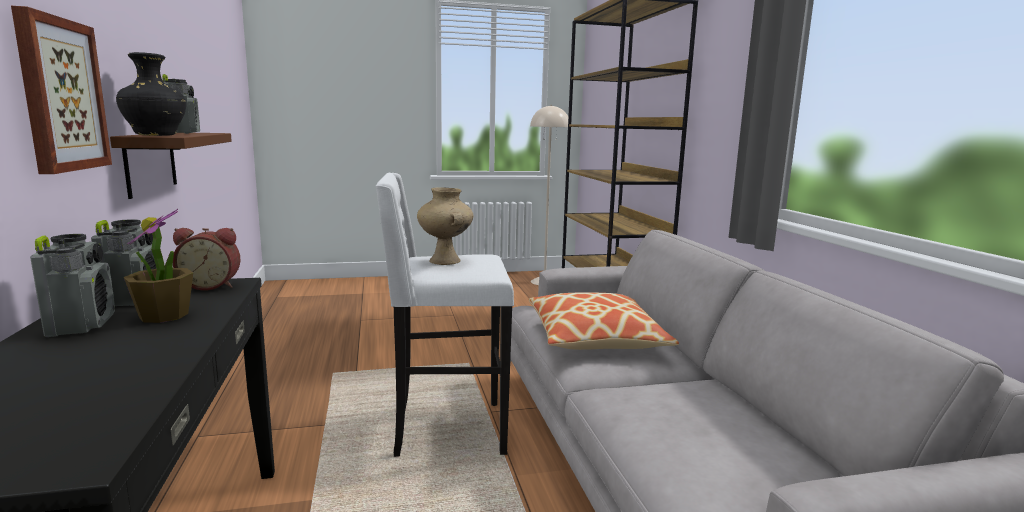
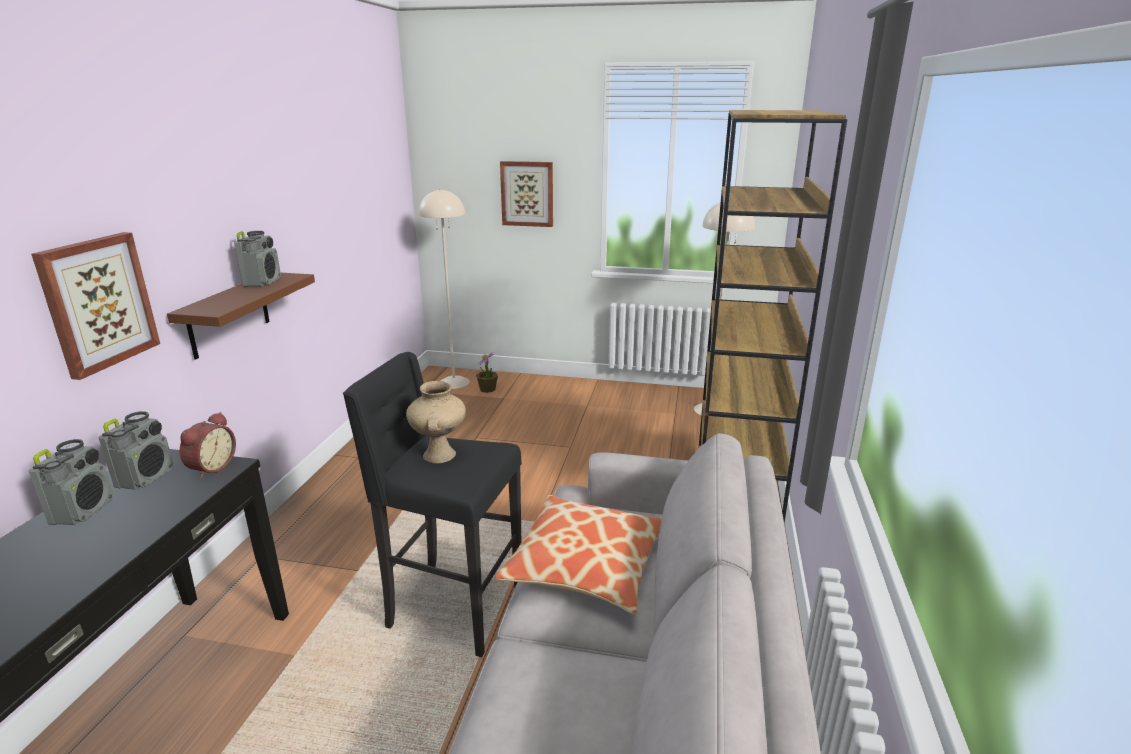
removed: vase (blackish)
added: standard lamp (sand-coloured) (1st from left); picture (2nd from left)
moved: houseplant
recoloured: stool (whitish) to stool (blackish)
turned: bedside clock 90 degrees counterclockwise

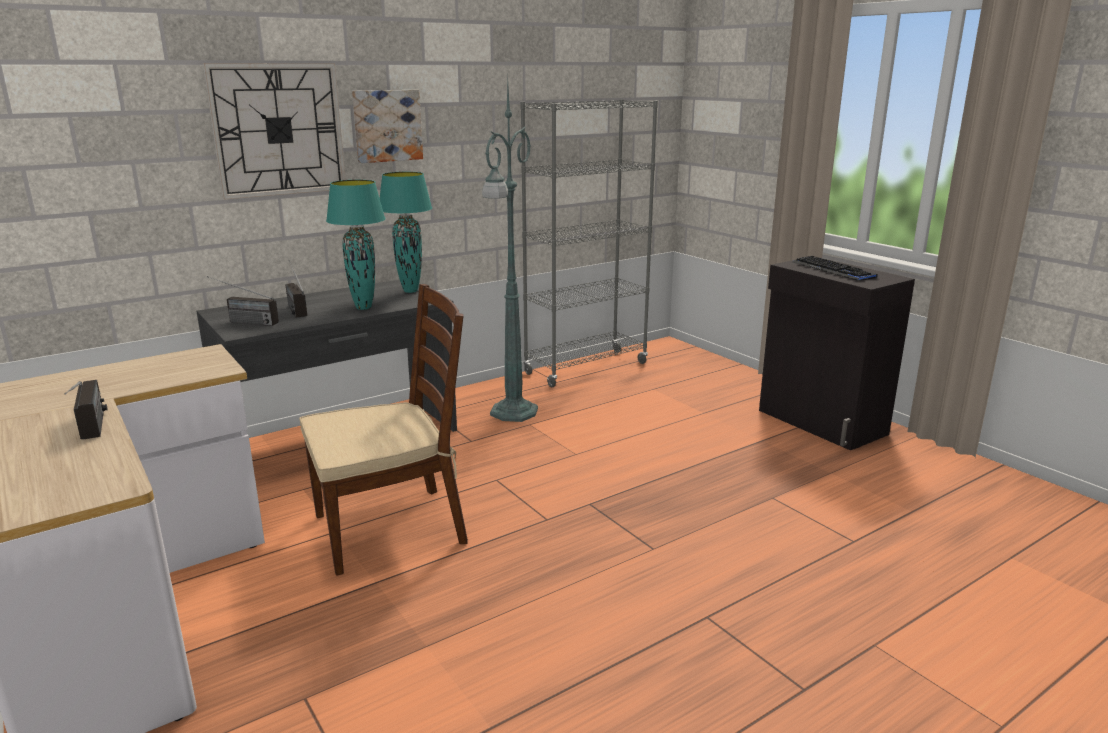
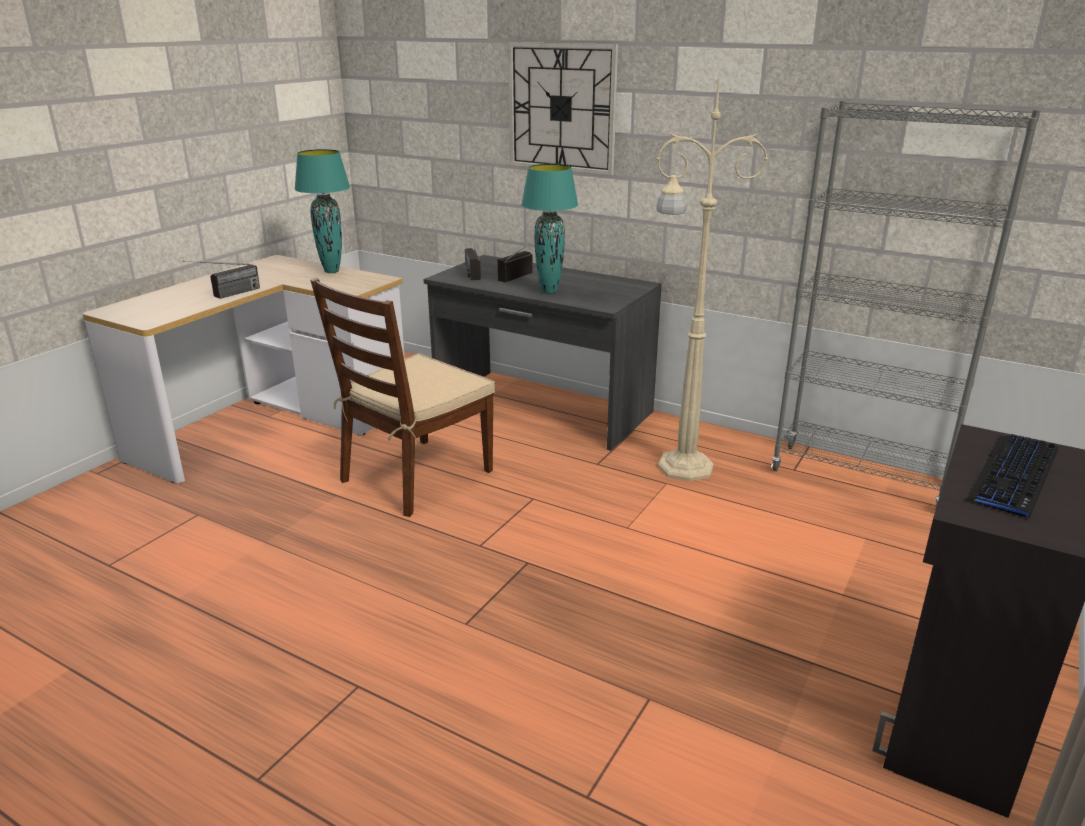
removed: picture
moved: table lamp (blue-green) (2nd from left in the first image) to table lamp (blue-green) (1st from left)
recoloured: standard lamp (green) to standard lamp (sand-coloured)
turned: plain chair (brown) 90 degrees clockwise

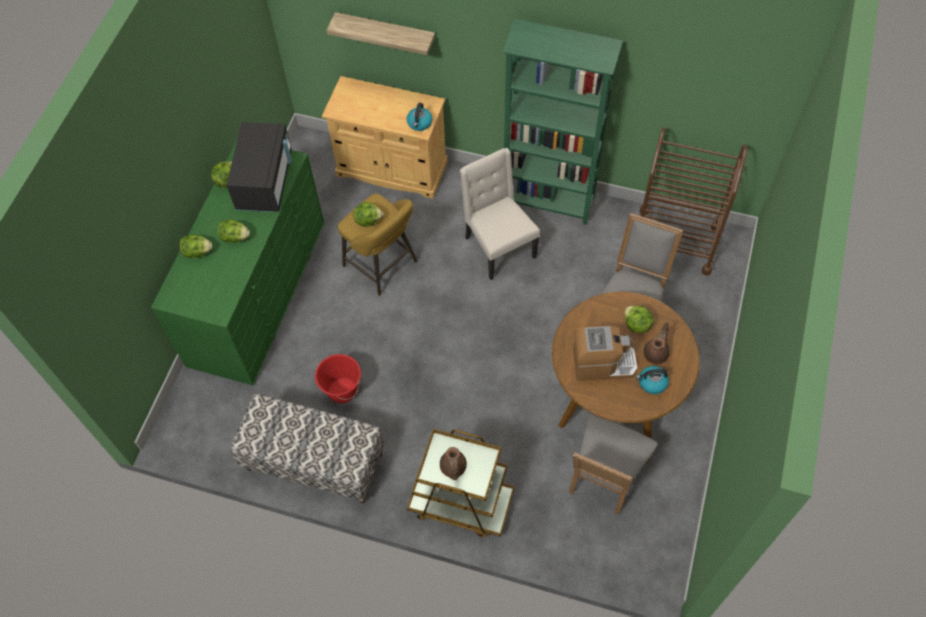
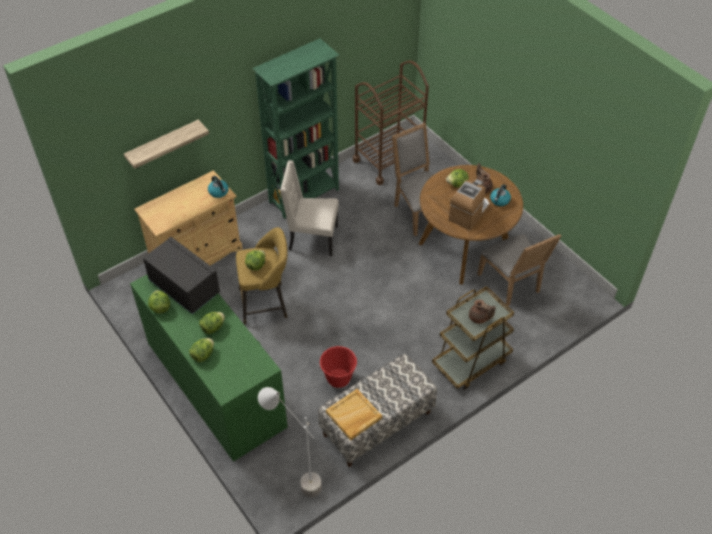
added: standard lamp (gray); tray (sand-coloured)

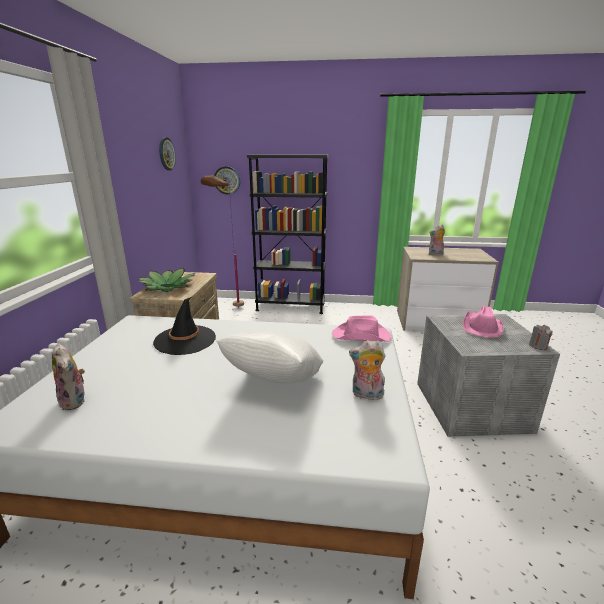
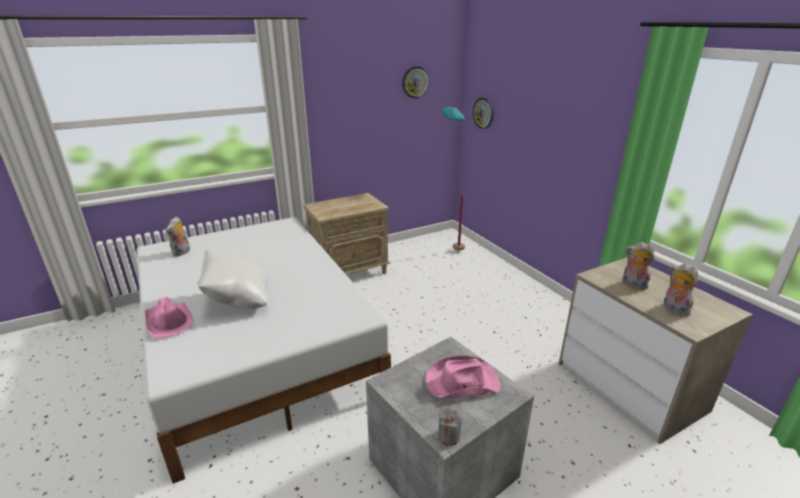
removed: houseplant; wearable hat (blackish); bookcase (blackish)
moved: wearable hat (pink) (1st from left); soft toy (2nd from left in the first image) to soft toy (3rd from left)
recoloured: standard lamp (brown) to standard lamp (blue-green)

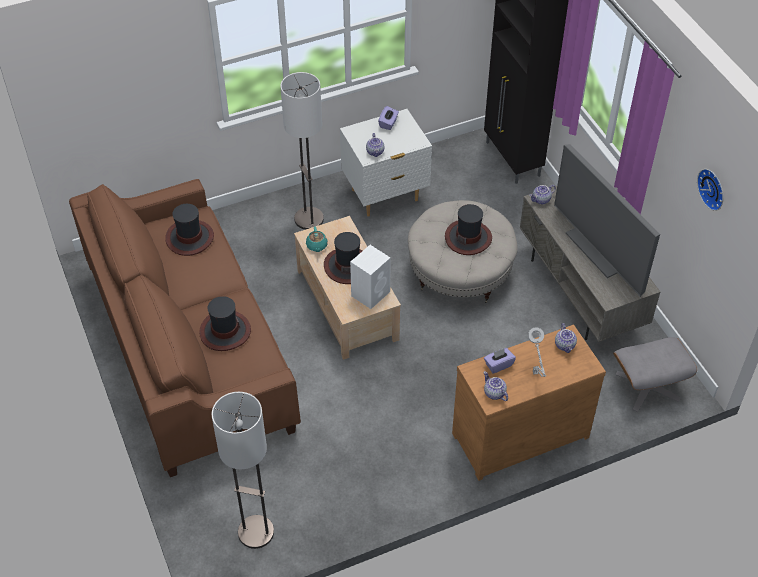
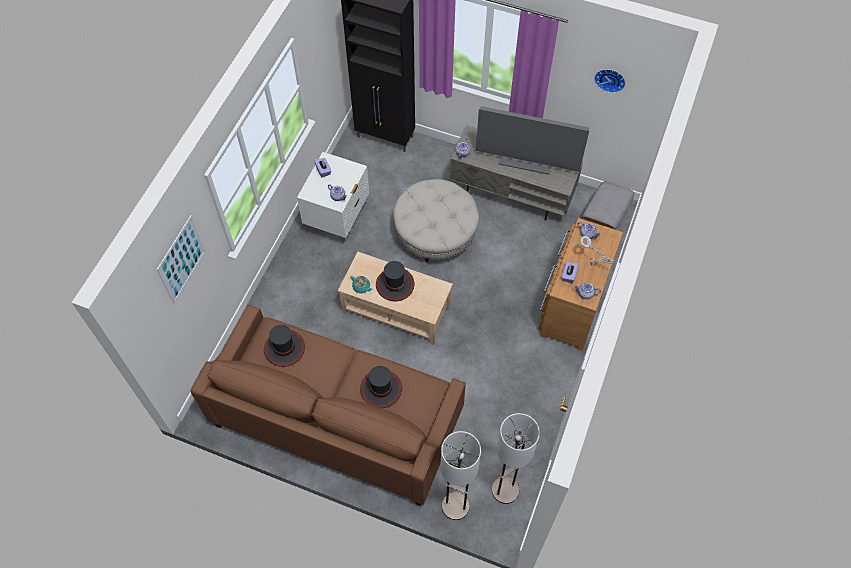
removed: speaker (whitish); wearable hat (4th from left)
added: picture
moved: standard lamp (2nd from left in the first image) to standard lamp (1st from left)

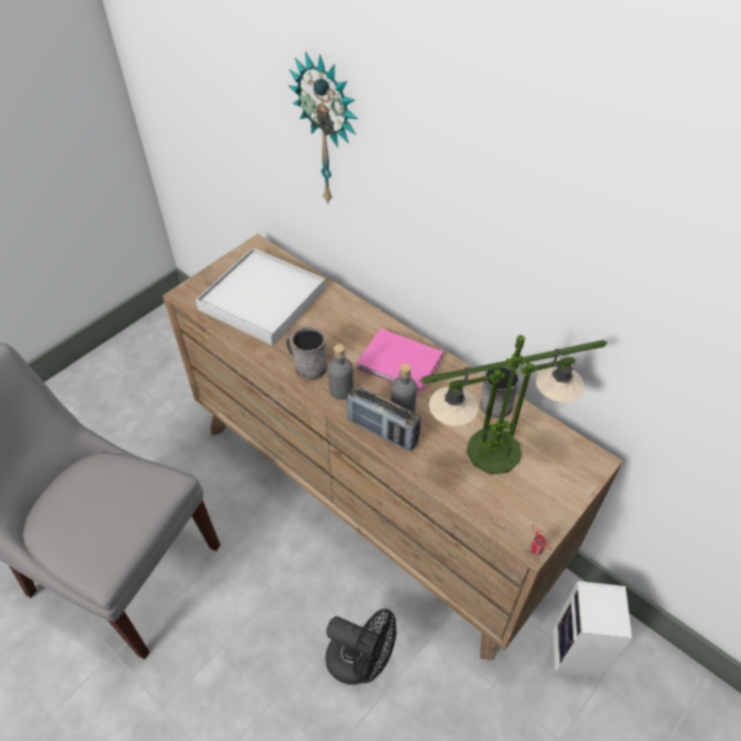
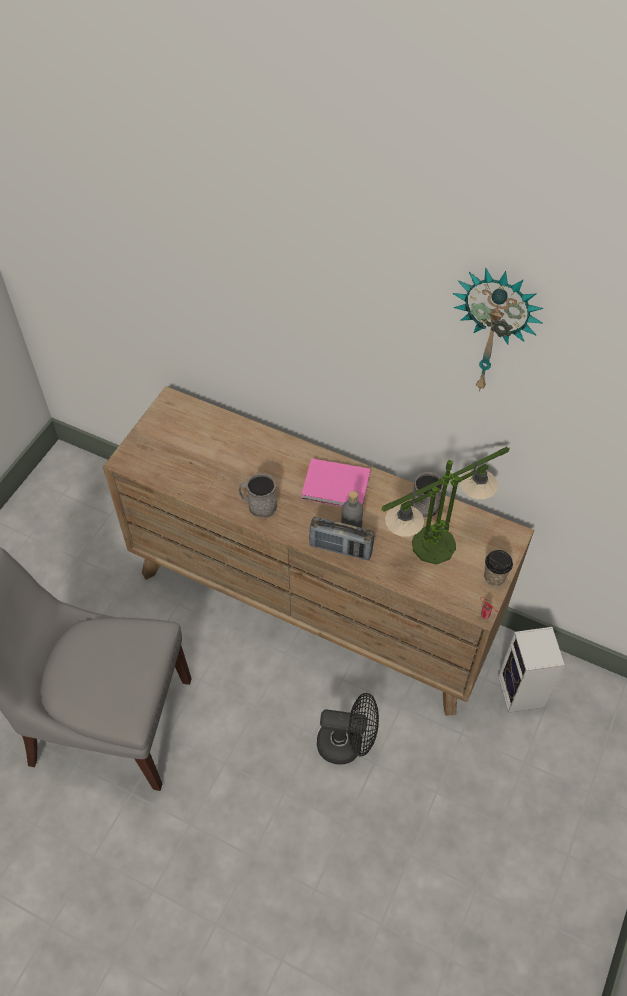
removed: tray (whitish); beverage bottle (gray) (1st from left)
added: drinking cup
moved: wall clock

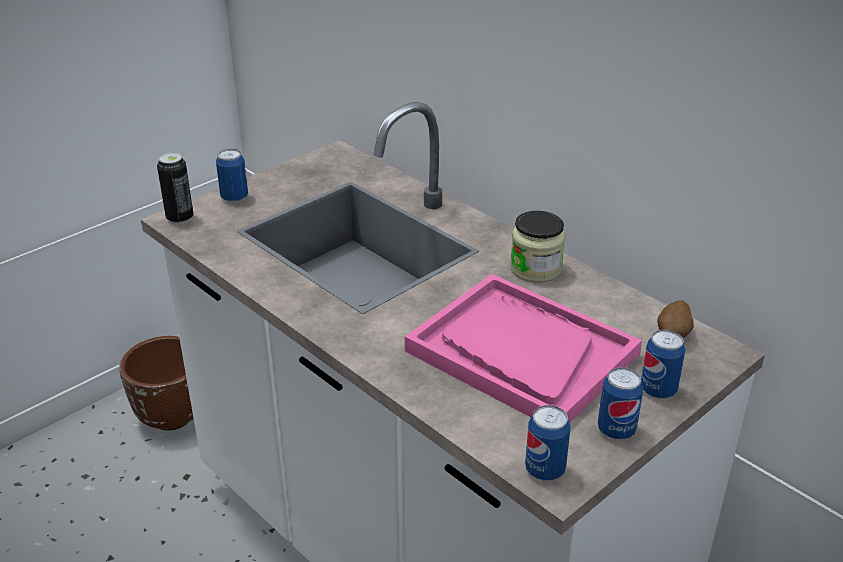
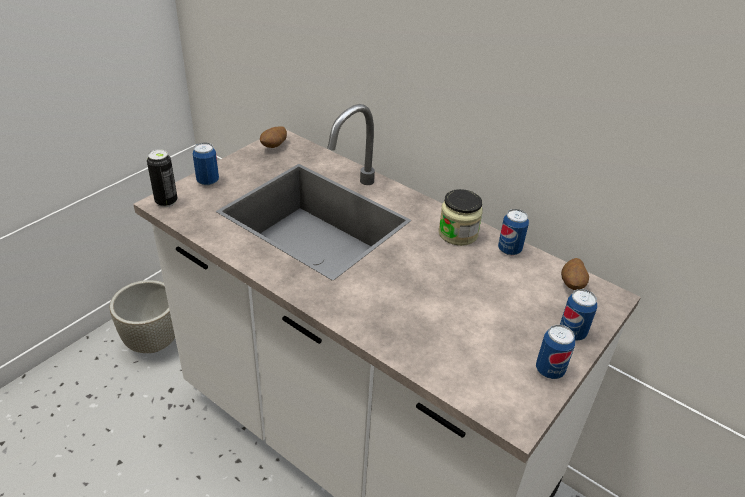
removed: tray (pink)
added: potato (1st from left)
moved: metal can (3rd from left)
recoloured: planter (brown) to planter (gray)

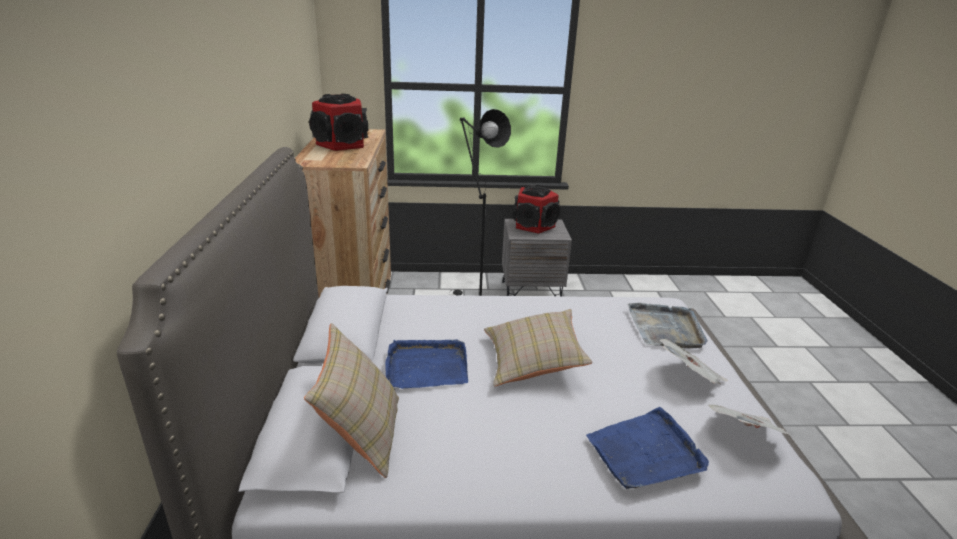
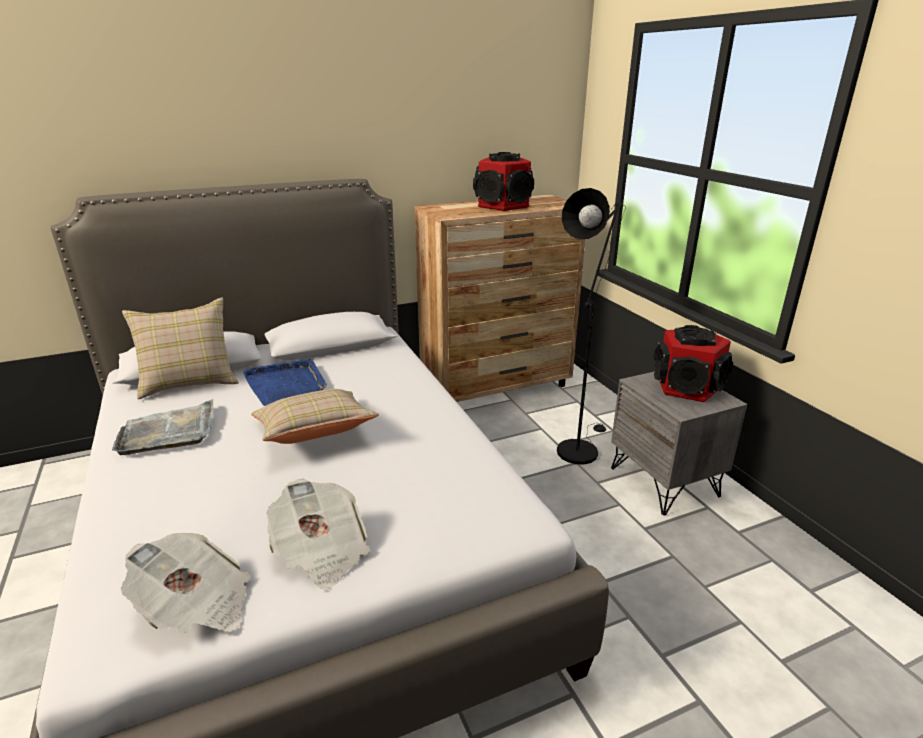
removed: tray (blue-coloured) (2nd from left)
moved: tray (gray)

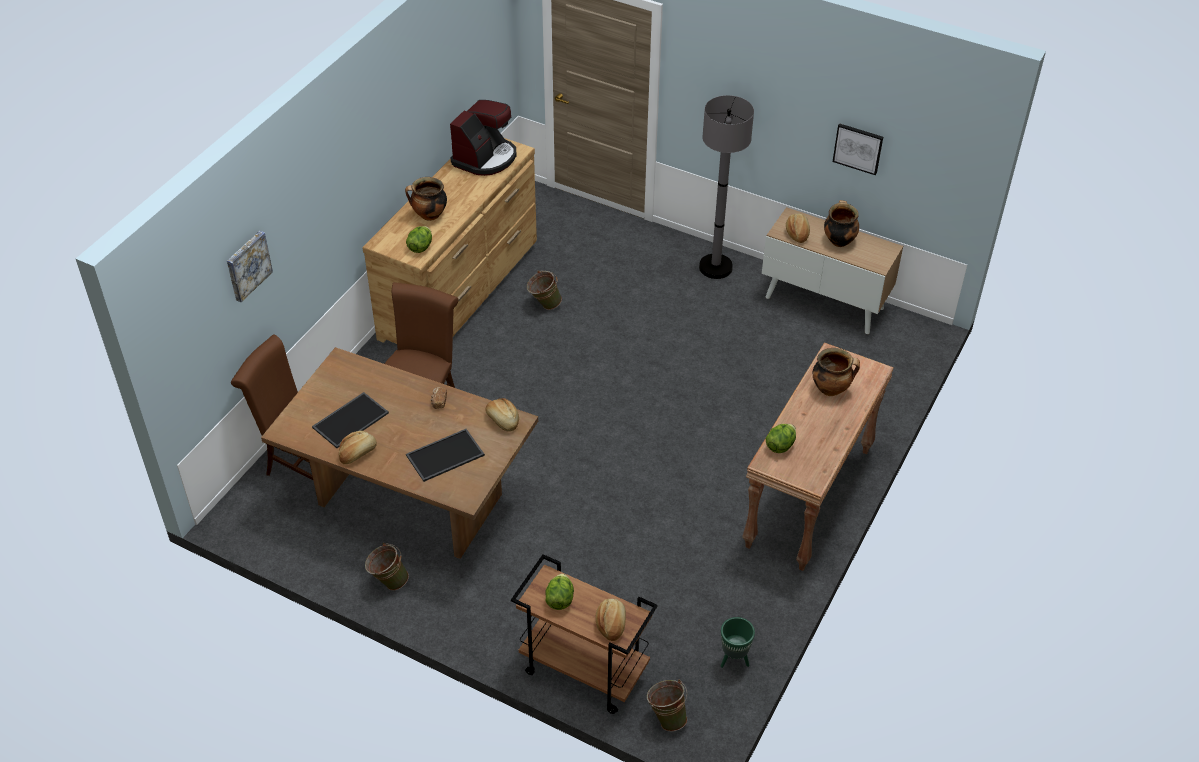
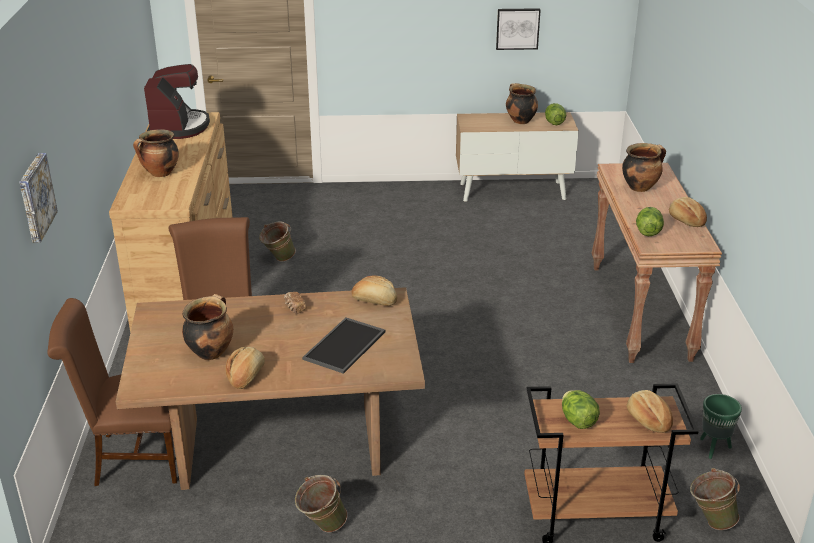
removed: standard lamp (gray)
moved: lettuce (1st from left); bakery bread (5th from left)
replaced: tray (1st from left) to cooking pot (2nd from left)

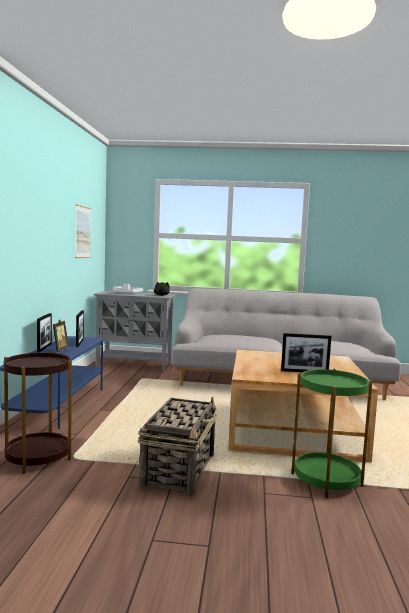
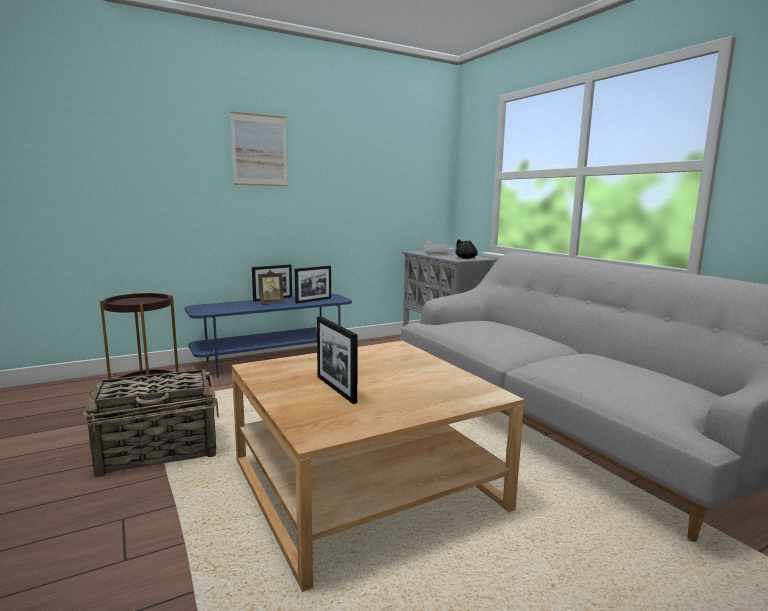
removed: end table (green)
moved: picture

